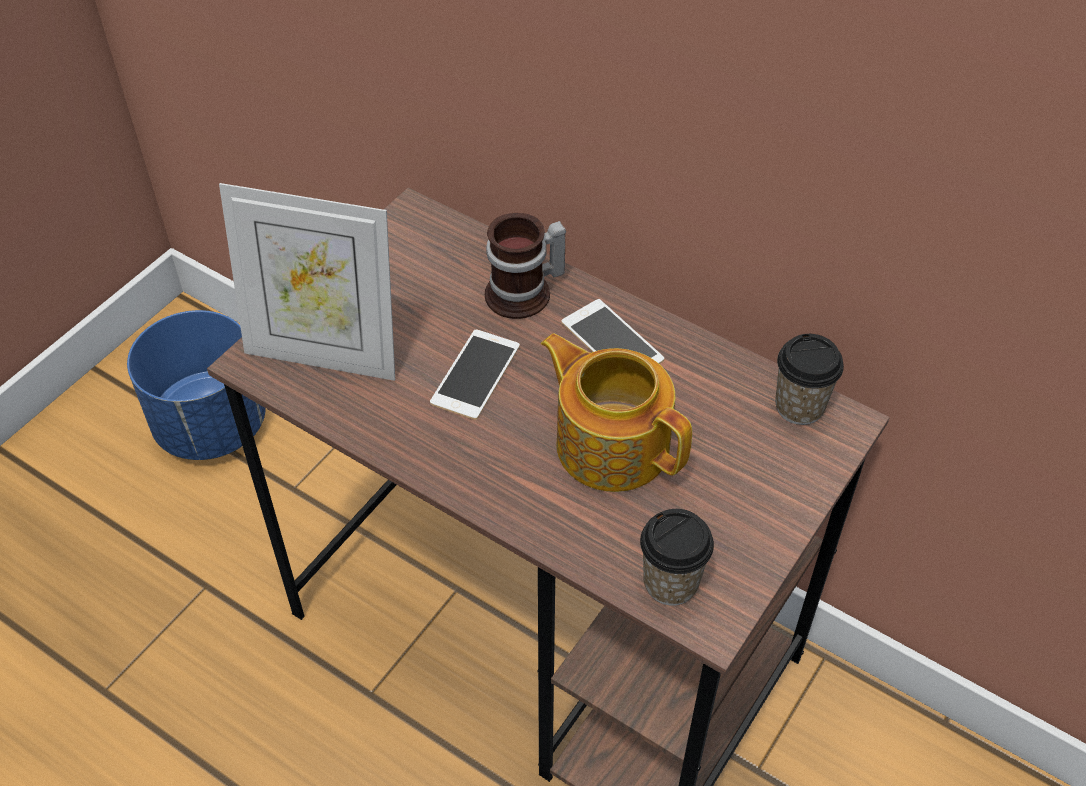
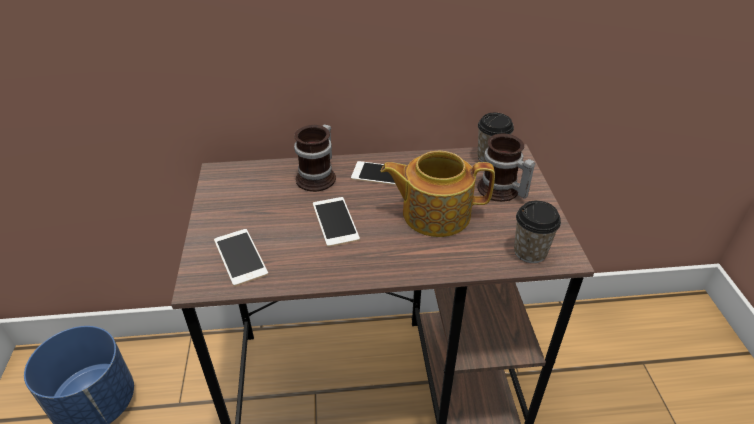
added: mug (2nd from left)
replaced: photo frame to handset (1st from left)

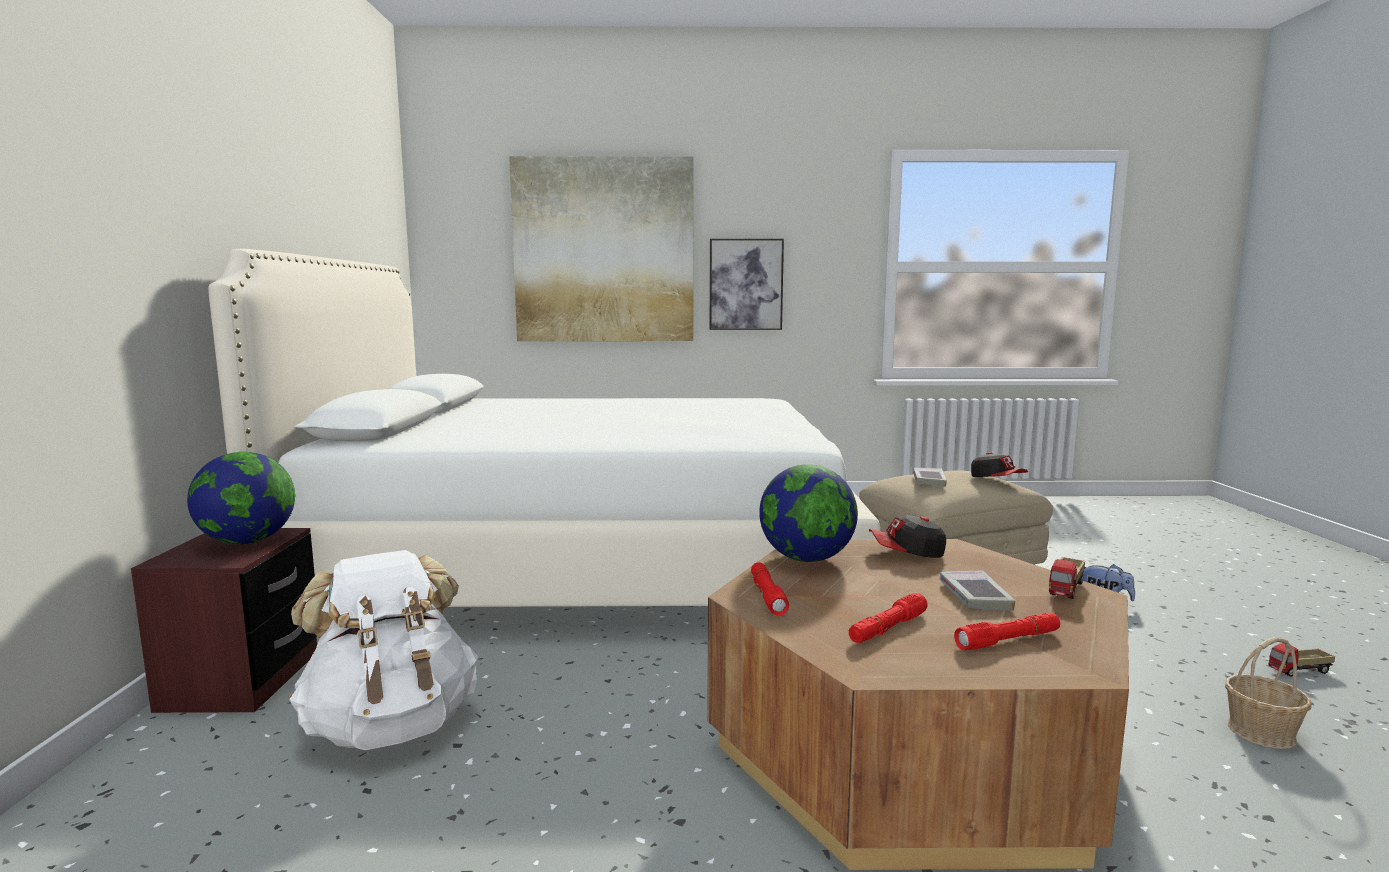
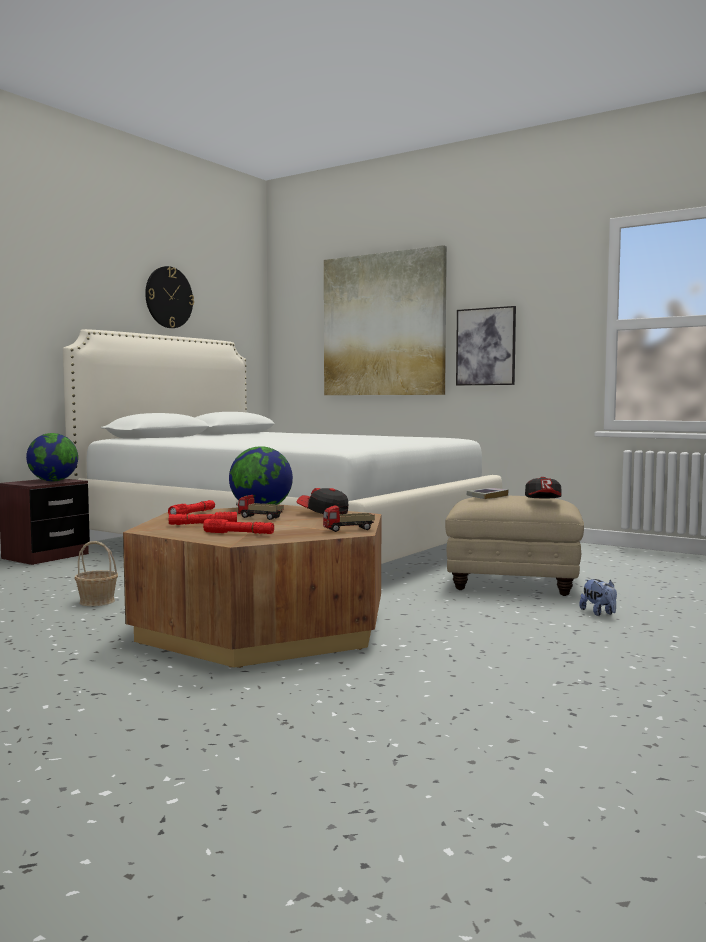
removed: knapsack (whitish); bound book (2nd from left)
added: wall clock
moved: household basket; model truck (2nd from left in the first image) to model truck (1st from left)

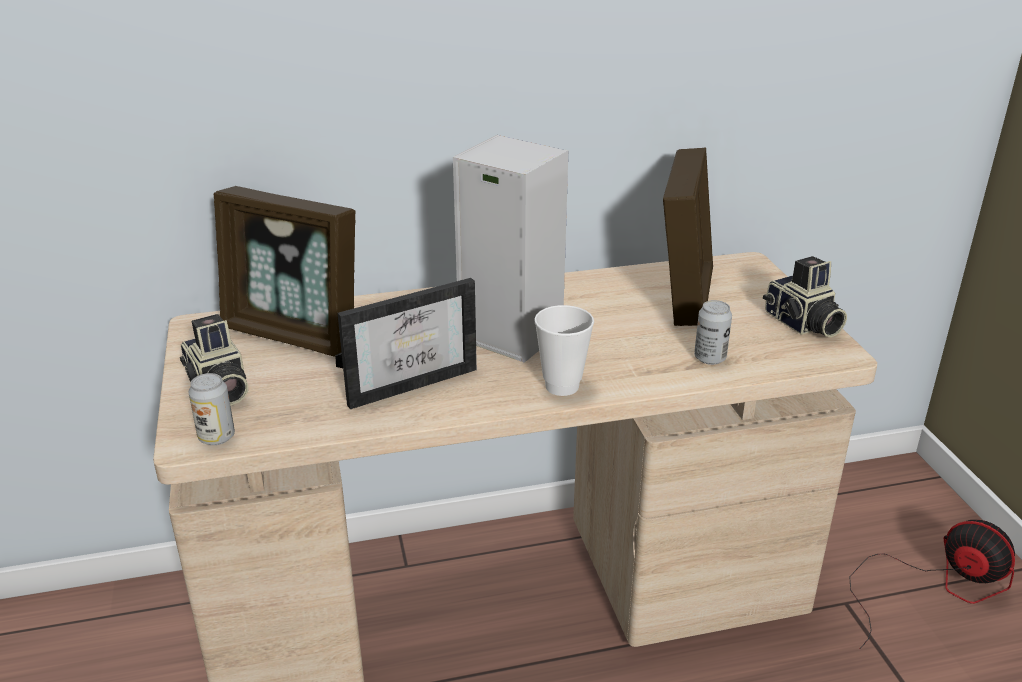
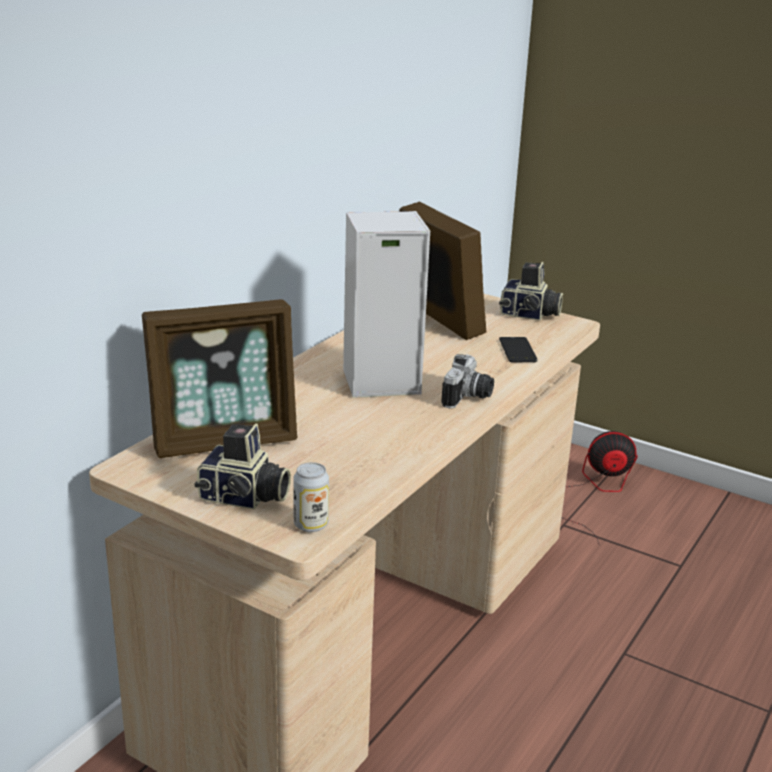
removed: photo frame (2nd from left)
replaced: drinking cup to photo camera (2nd from left); metal can (2nd from left) to handset

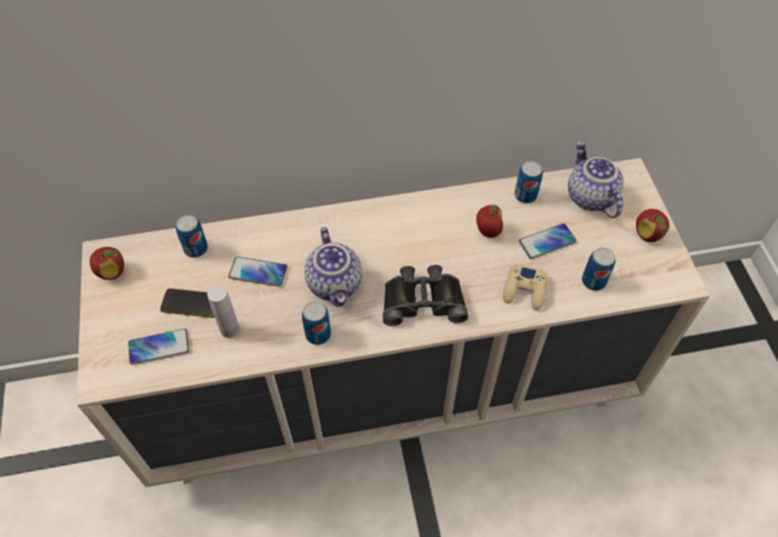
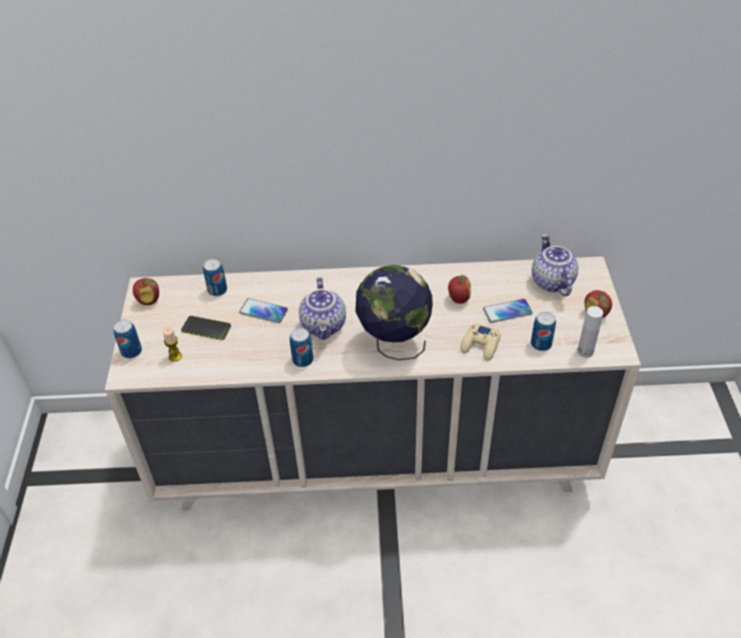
moved: metal can (3rd from left in the first image) to metal can (1st from left); beverage bottle (whitish)
replaced: handset (1st from left) to wax candle; binoculars (blackish) to world globe

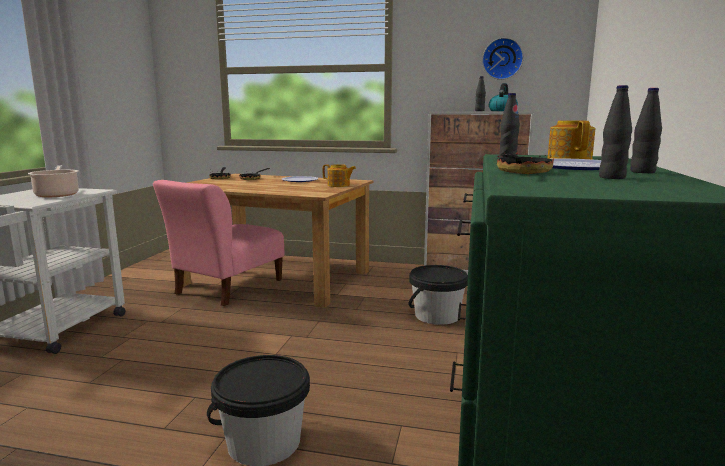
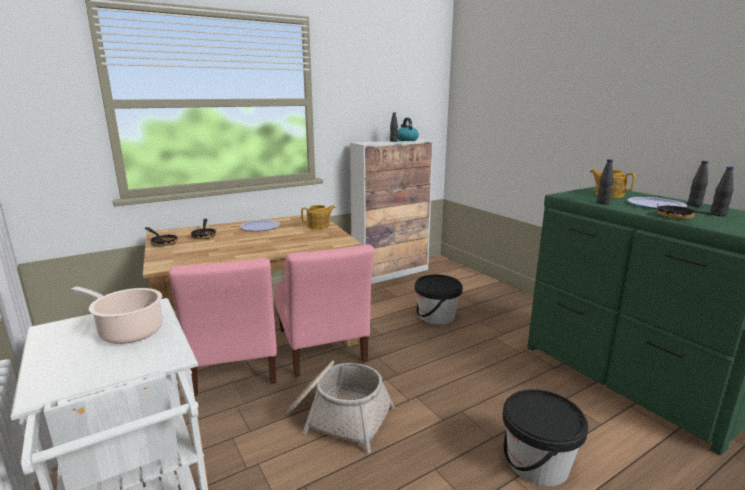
removed: wall clock
added: plain chair (pink) (2nd from left); household basket

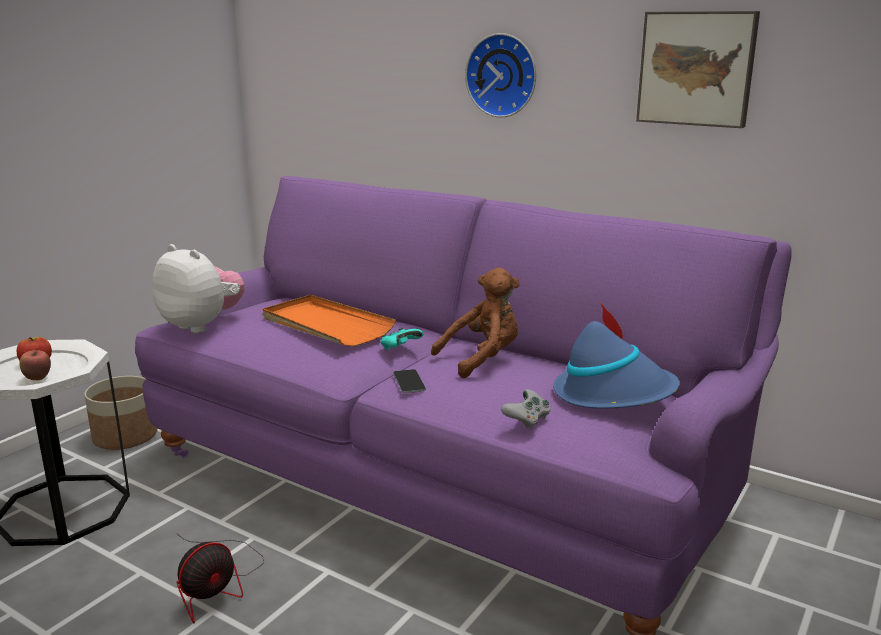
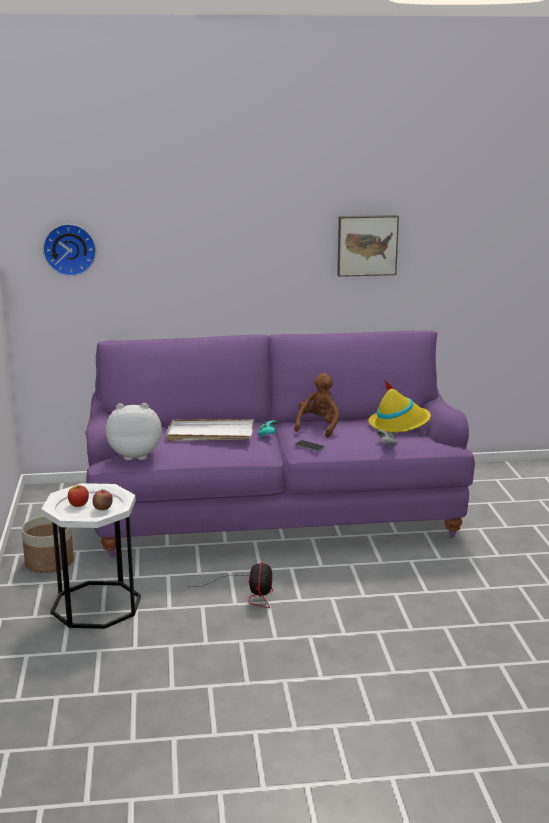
moved: wall clock
recoloured: tray (orangey) to tray (whitish); wearable hat (blue-coloured) to wearable hat (yellow)

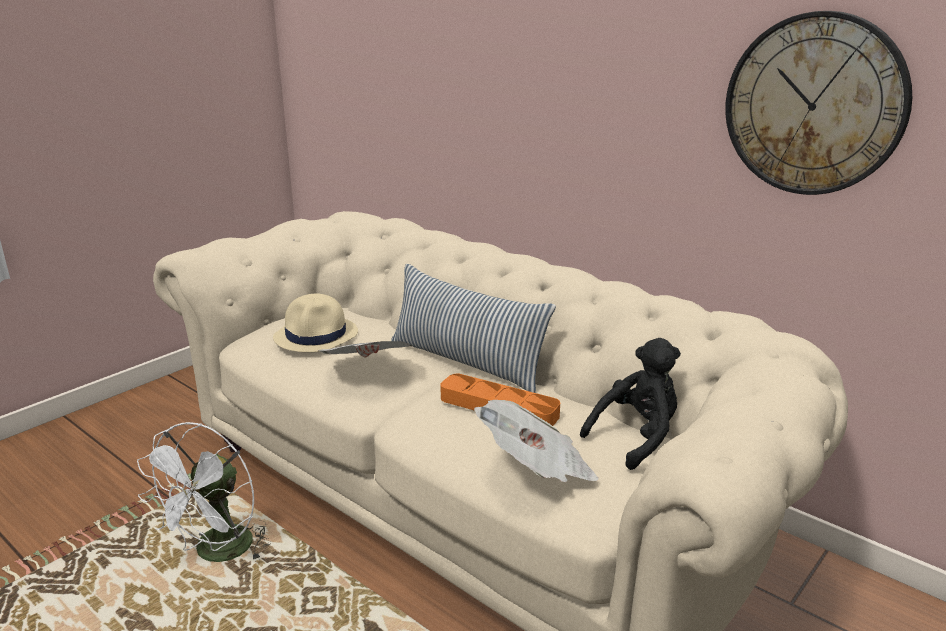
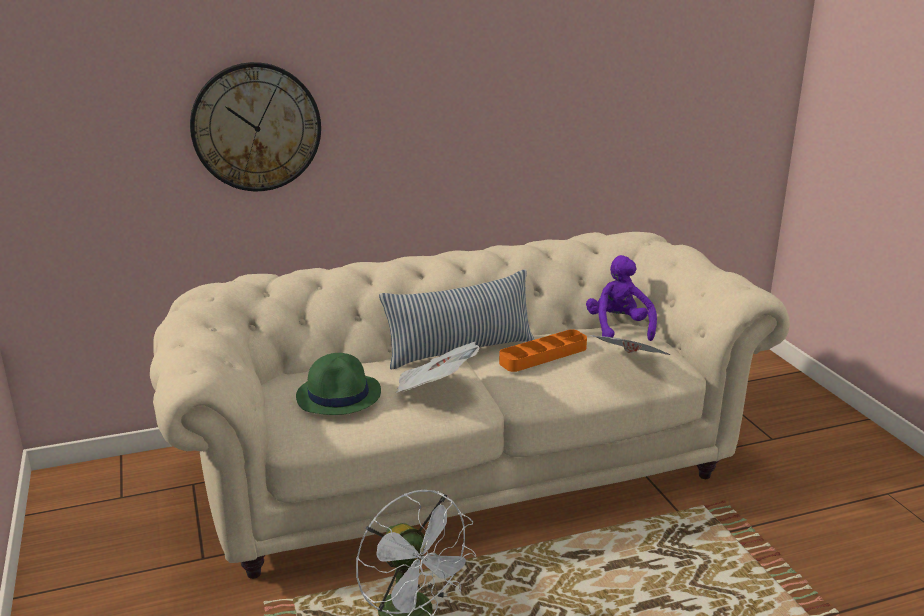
moved: wall clock
recoloured: wearable hat (sand-coloured) to wearable hat (green); soft toy (blackish) to soft toy (purple)

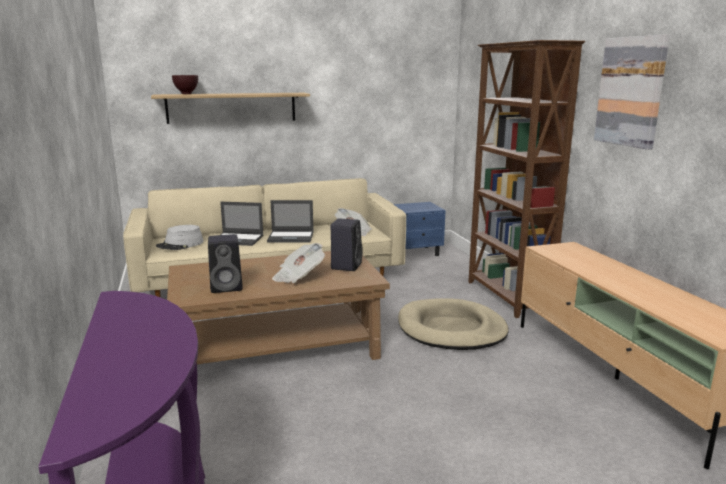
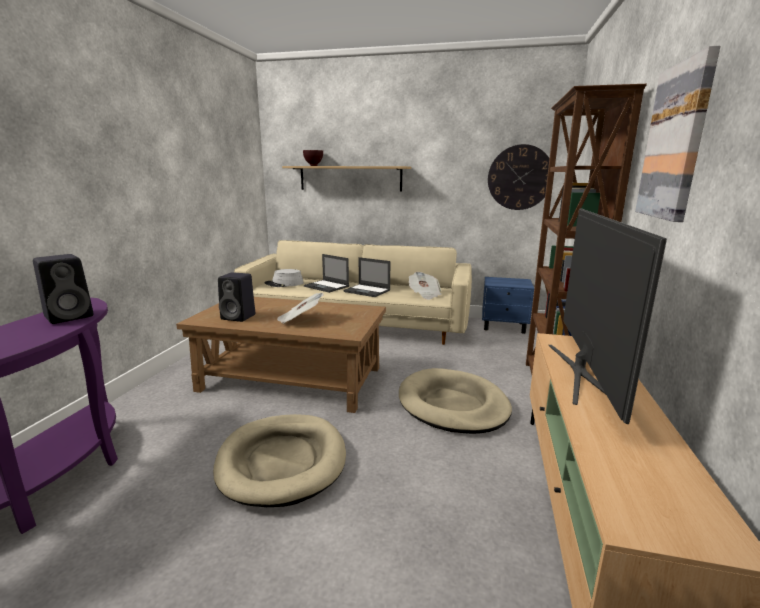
added: dog bed (sand-coloured) (1st from left); wall clock; TV
moved: speaker (blackish) (2nd from left in the first image) to speaker (blackish) (1st from left)

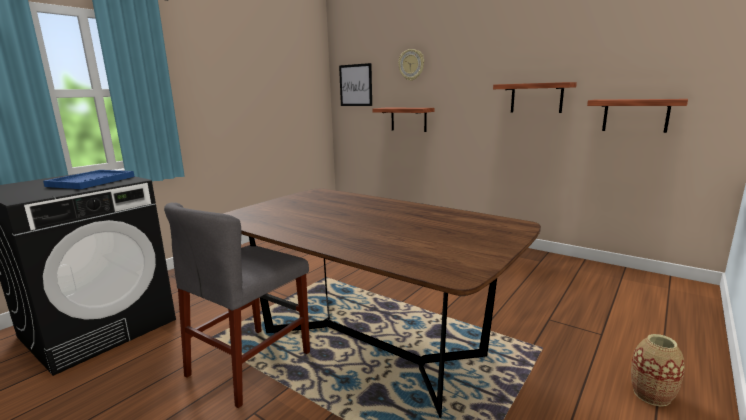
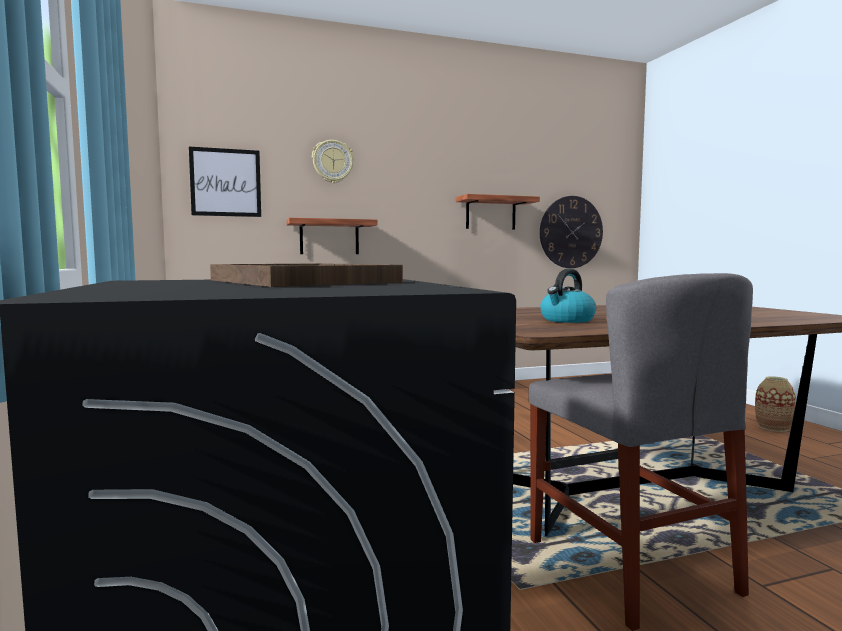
added: kettle
replaced: wall shelf (3rd from left) to wall clock (2nd from left)
recoloured: tray (blue-coloured) to tray (brown)

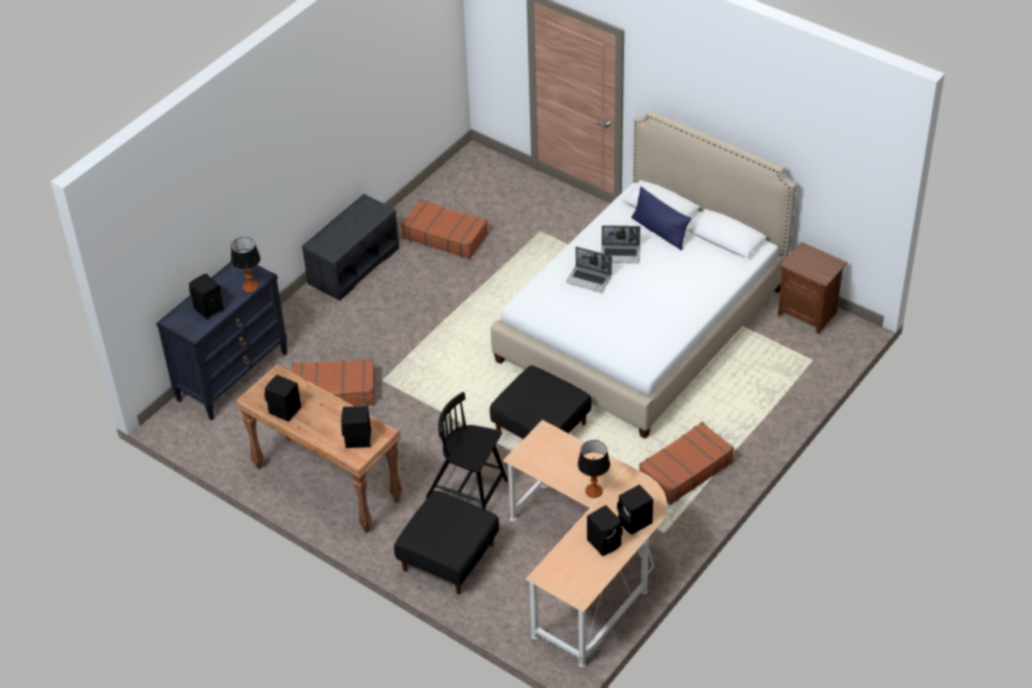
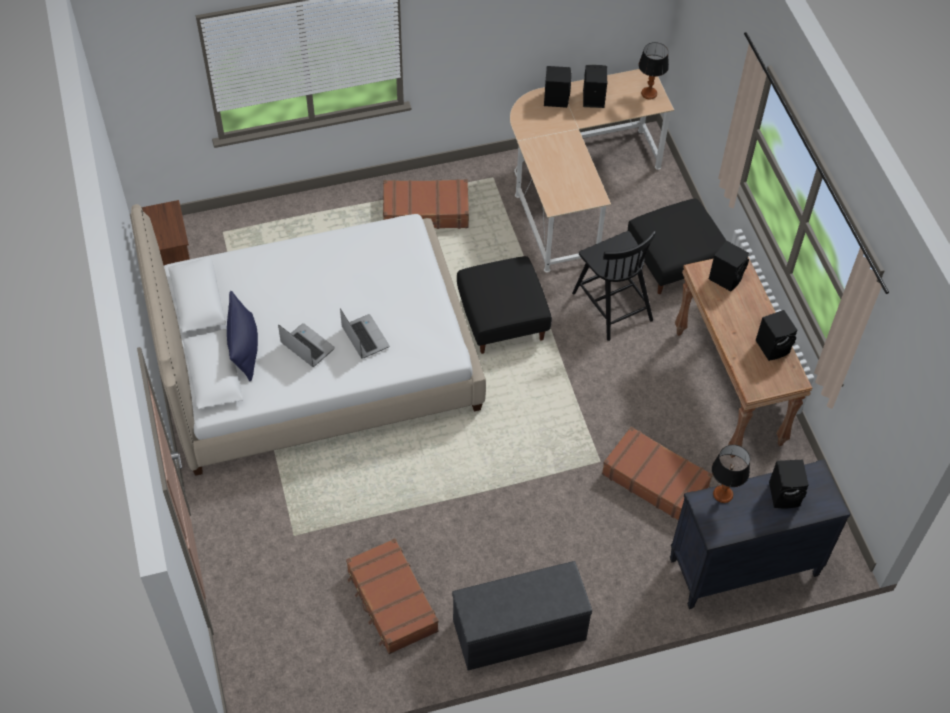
moved: table lamp (2nd from left in the first image) to table lamp (1st from left)

